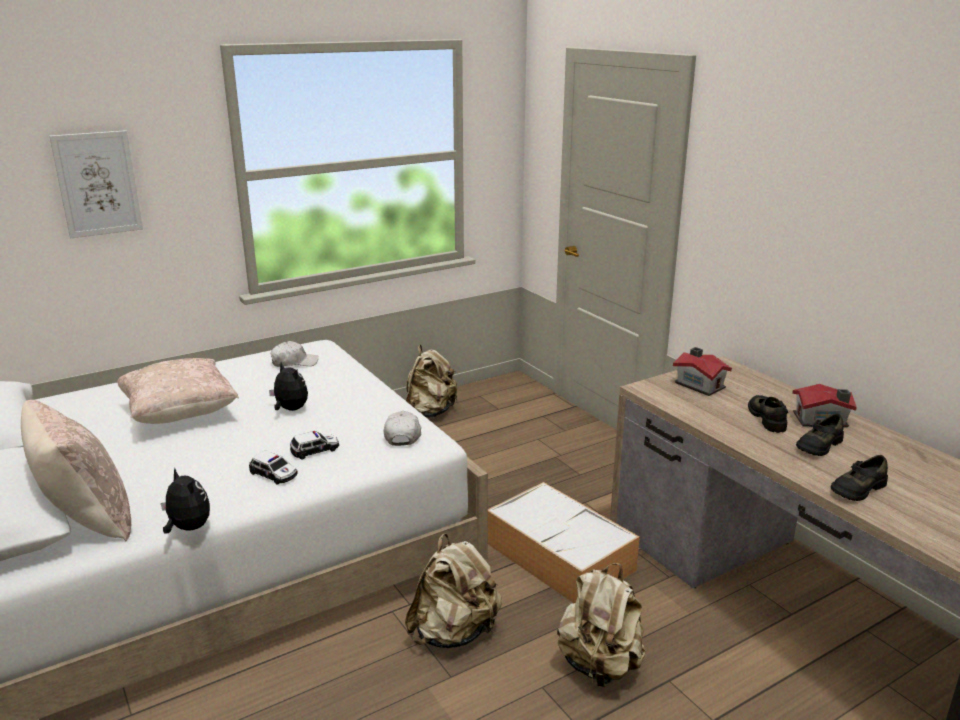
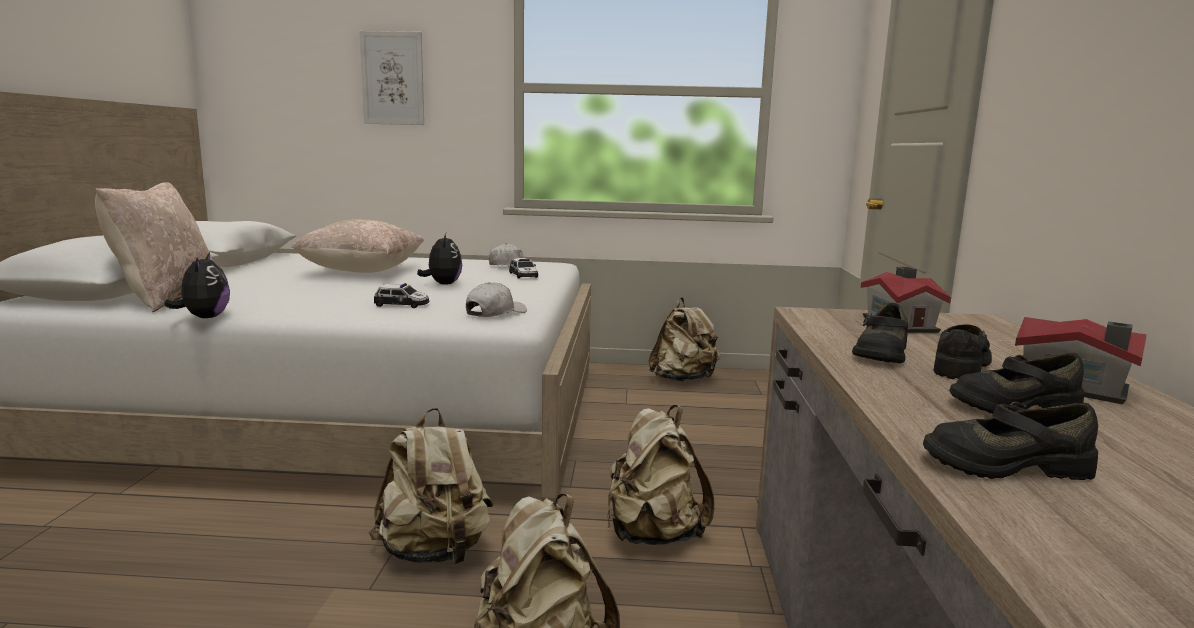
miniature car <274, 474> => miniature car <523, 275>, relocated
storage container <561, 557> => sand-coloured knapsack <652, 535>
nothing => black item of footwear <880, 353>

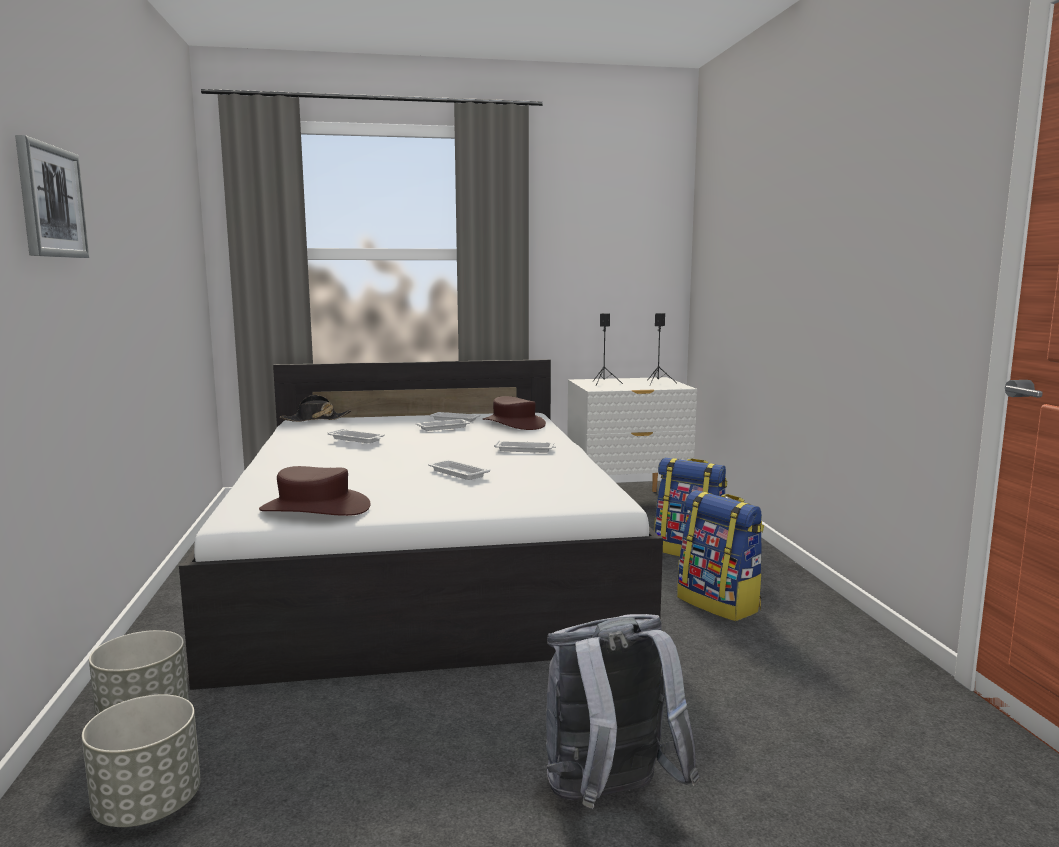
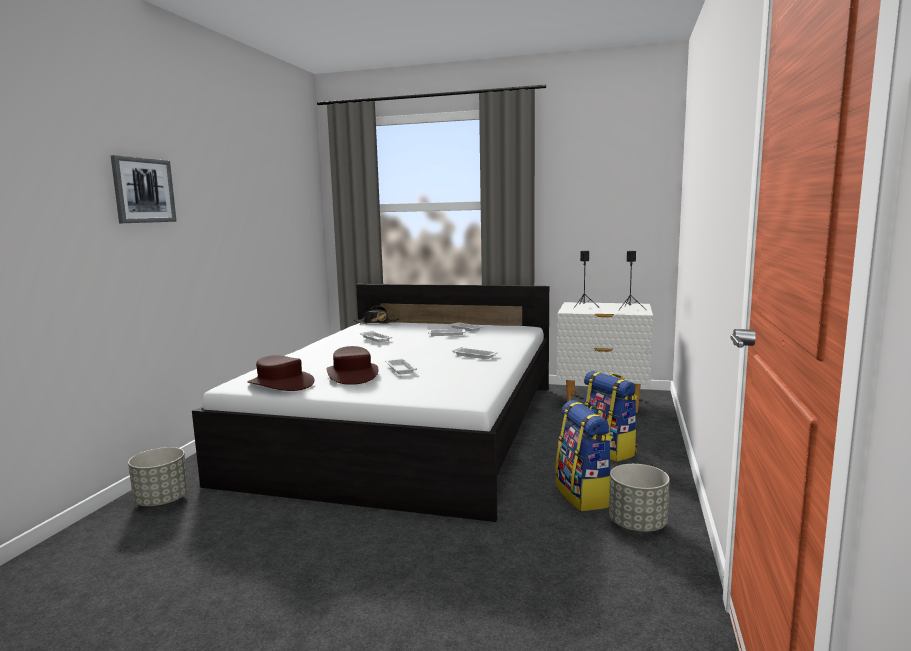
brownish hat <514, 424> => brownish hat <352, 375>, relocated
grey planter <149, 806> => grey planter <638, 525>, relocated
grey knapsack <609, 798> => nothing

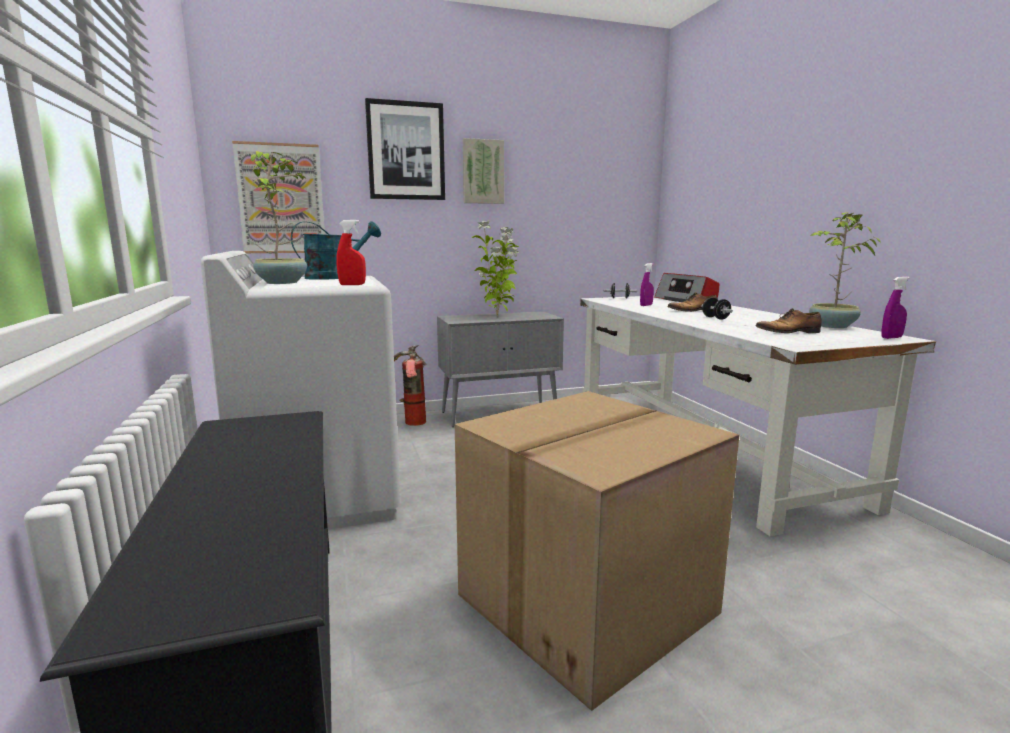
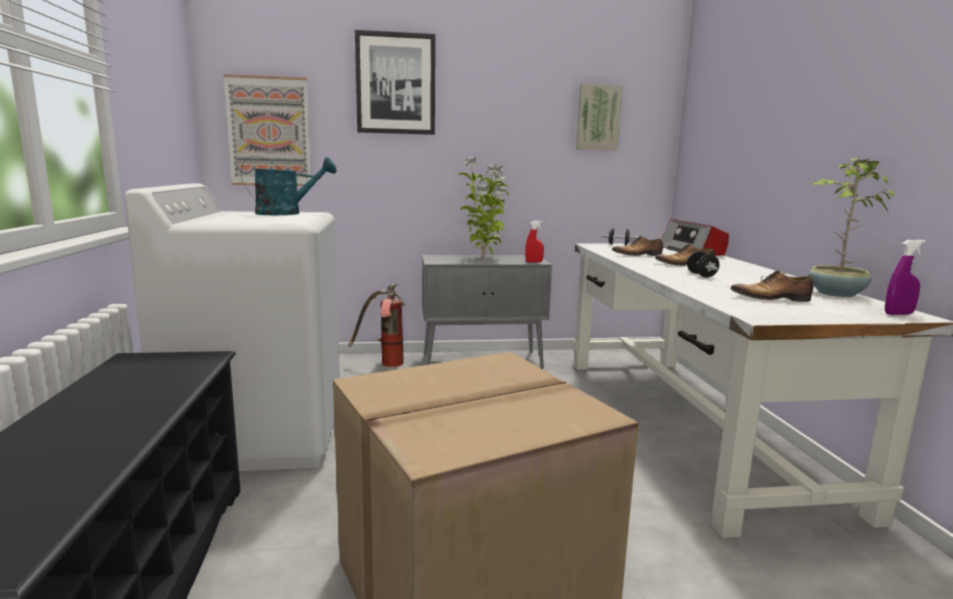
red sprayer <352, 285> => red sprayer <534, 262>, relocated
wall art <482, 172> => wall art <598, 118>, relocated
purple-coloured sprayer <646, 305> => item of footwear <638, 255>
potted plant <283, 282> => nothing

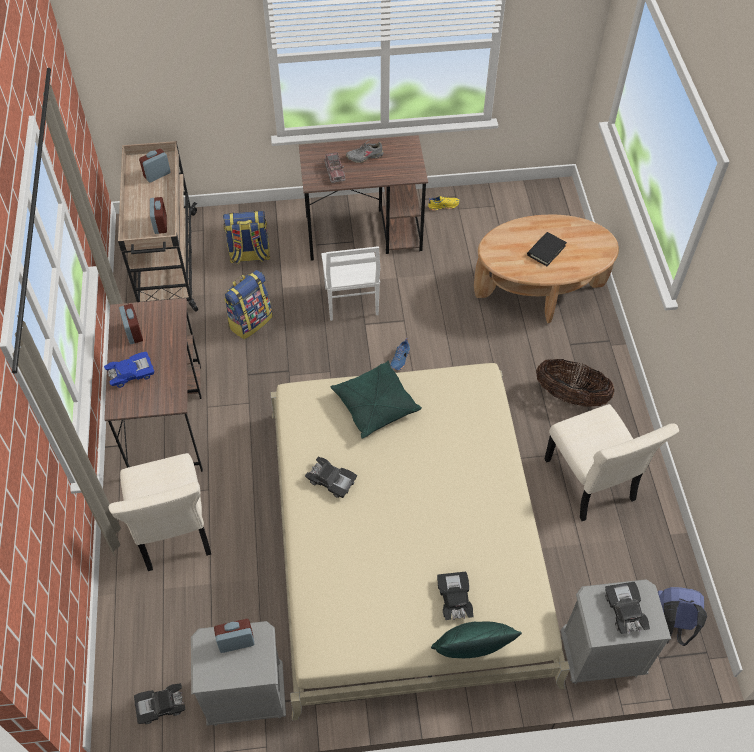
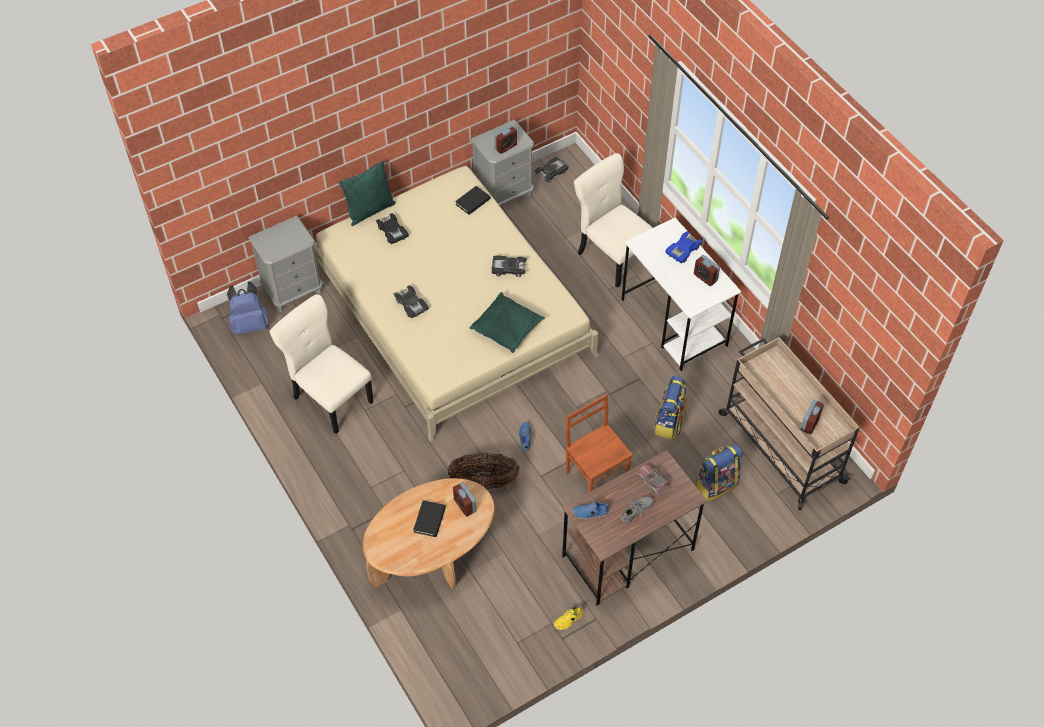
black miniature car <625, 611> => black miniature car <411, 305>, relocated
basket <570, 396> => basket <484, 482>, relocated
table clock <160, 224> => table clock <465, 505>, relocated
nothing => black bound book <472, 202>
white upright chair <350, 302> => brownish upright chair <596, 475>
nothing => blue item of footwear <590, 513>
brownish desk unit <167, 419> => white desk unit <674, 323>

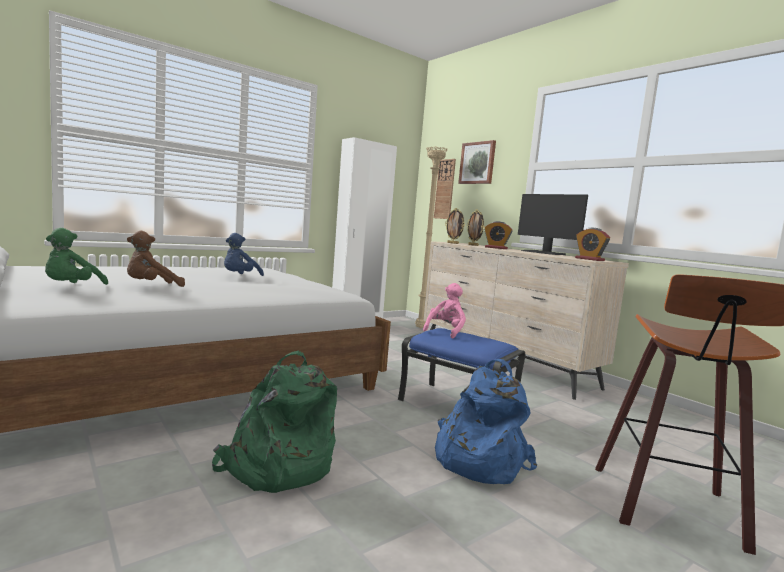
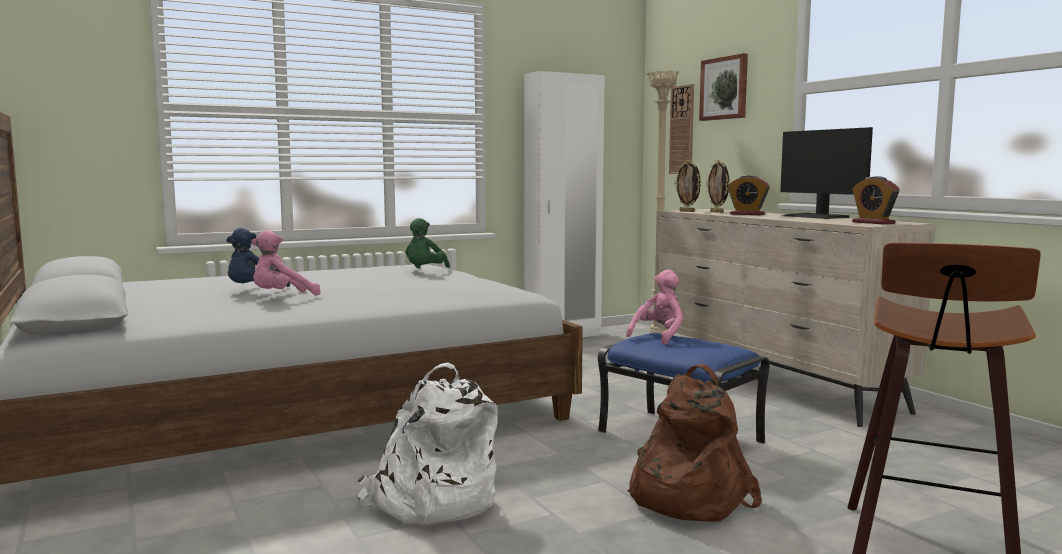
blue cuddly toy <239, 277> => blue cuddly toy <254, 291>, relocated
brownish cuddly toy <151, 287> => pinkish cuddly toy <282, 297>
greenish knapsack <277, 466> => white knapsack <432, 502>
greenish cuddly toy <71, 288> => greenish cuddly toy <424, 271>, relocated
blue knapsack <477, 460> => brownish knapsack <684, 497>

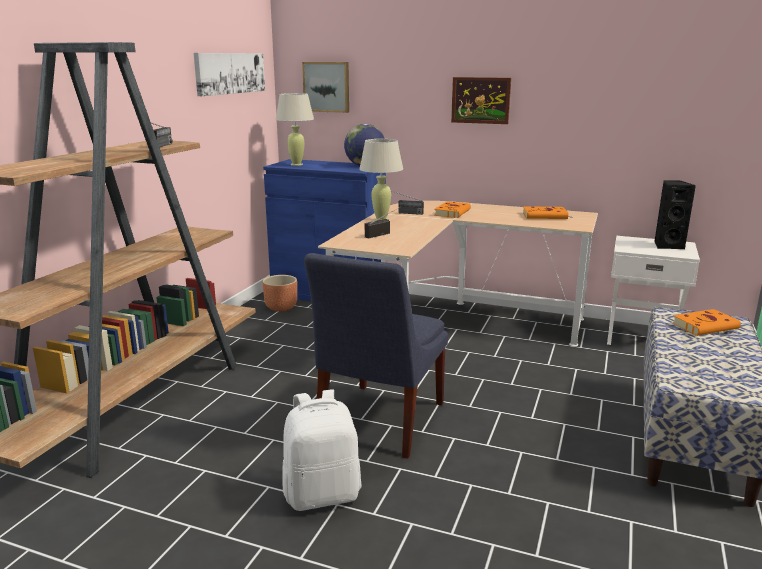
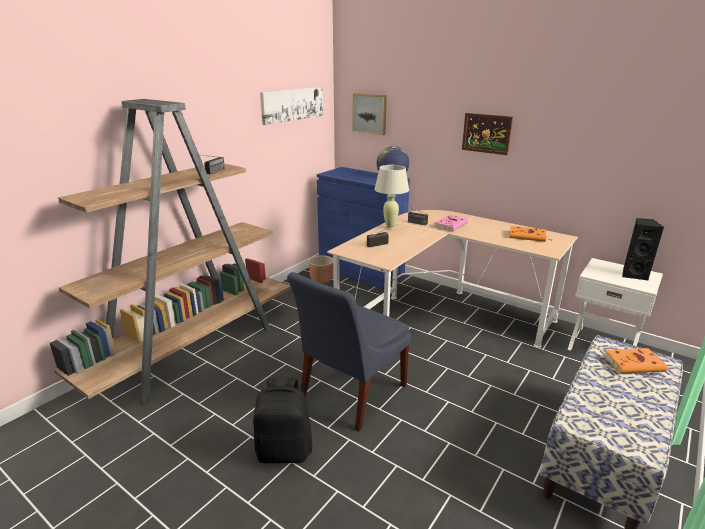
white knapsack <322, 494> => black knapsack <284, 451>
orange-coloured bound book <452, 212> => pinkish bound book <451, 225>
sand-coloured tabletop lamp <296, 164> => nothing

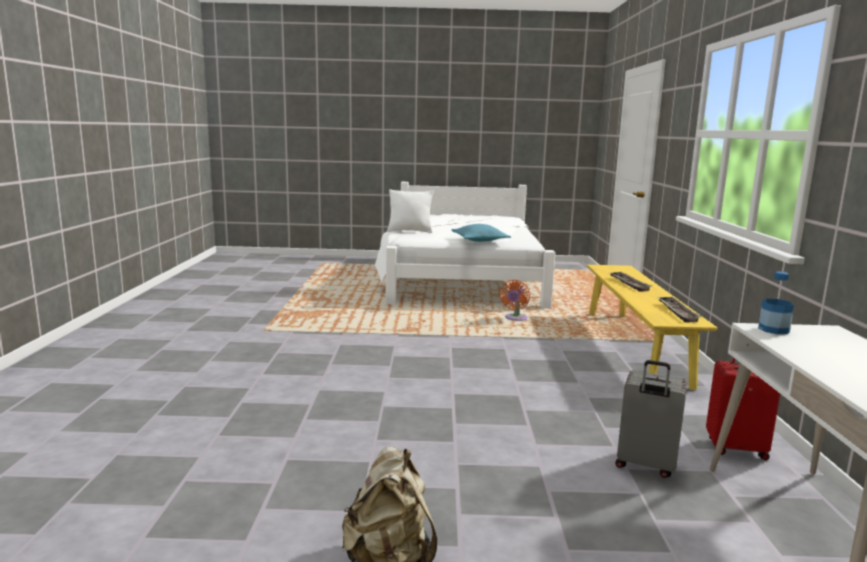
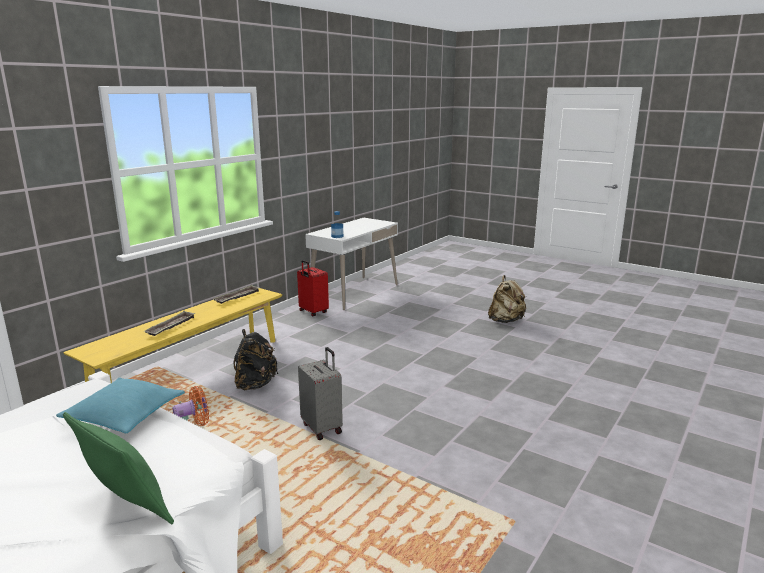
white pillow <410, 231> => greenish pillow <127, 509>
nothing => black knapsack <255, 384>
grey travel case <645, 466> => grey travel case <323, 428>, relocated

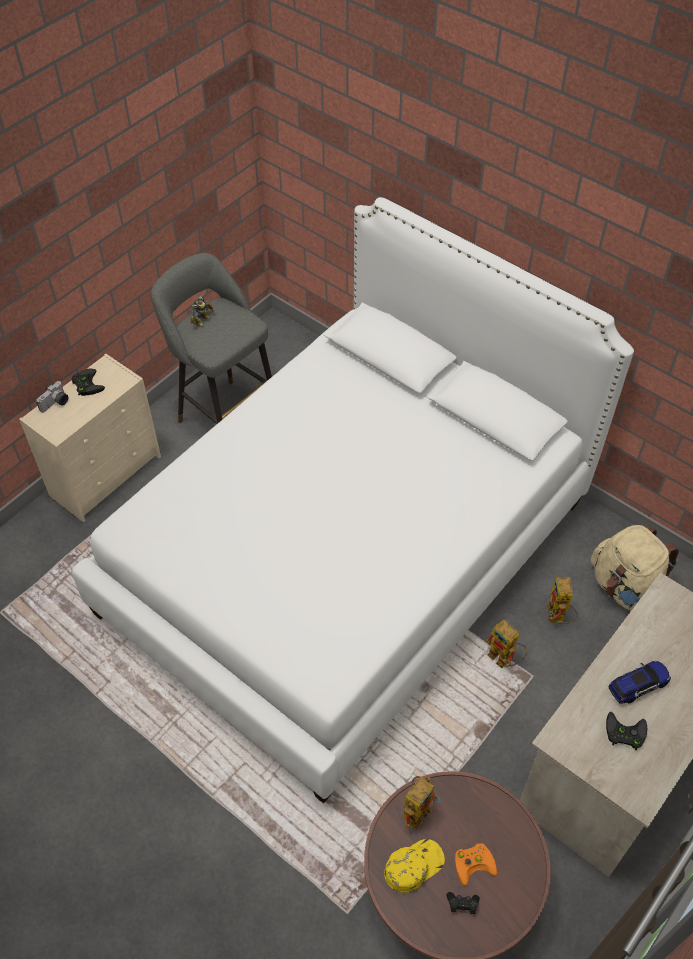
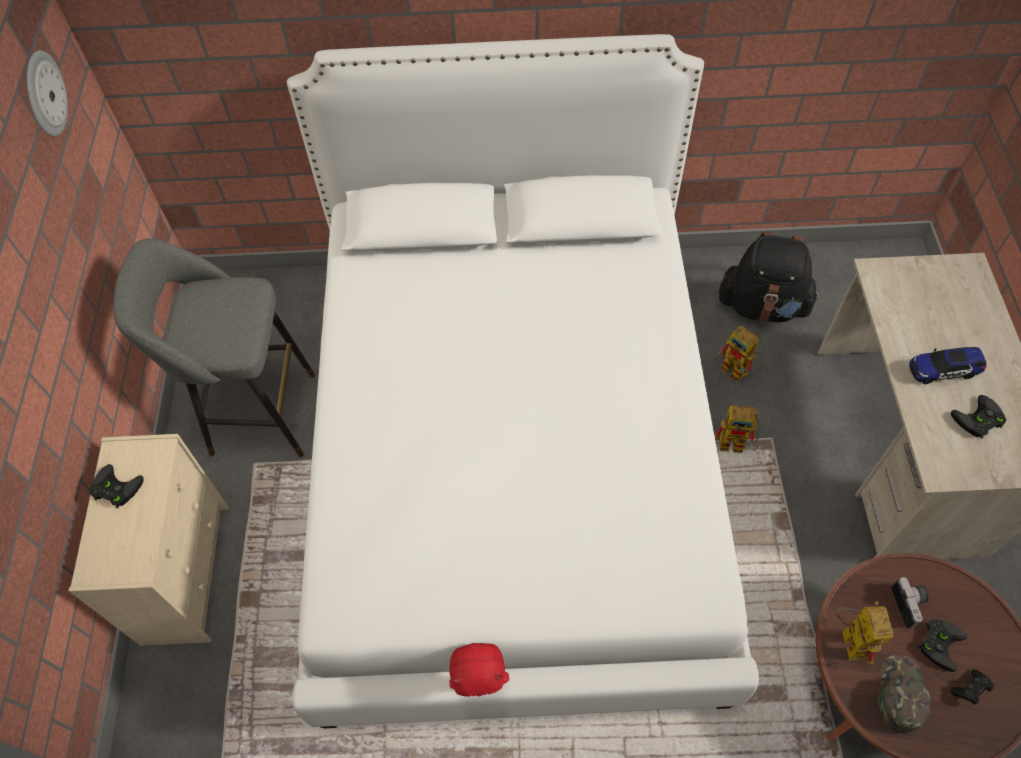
nothing => clock on the wall <44, 94>
nothing => red cuddly toy <480, 684>
sand-coloured knapsack <625, 588> => black knapsack <762, 305>
yellow-coloured cap <413, 865> => greenish cap <900, 694>
photo camera <56, 404> => photo camera <909, 605>, relocated
miniature car <638, 685> => miniature car <943, 370>, 120 degrees counterclockwise
orange-coloured joypad <474, 862> => black joypad <939, 642>
model robot <203, 321> => nothing

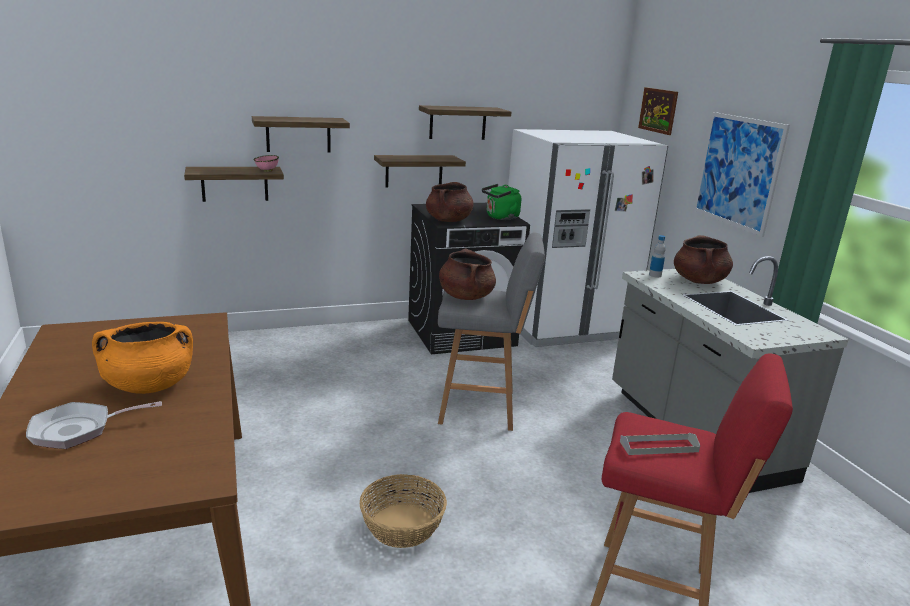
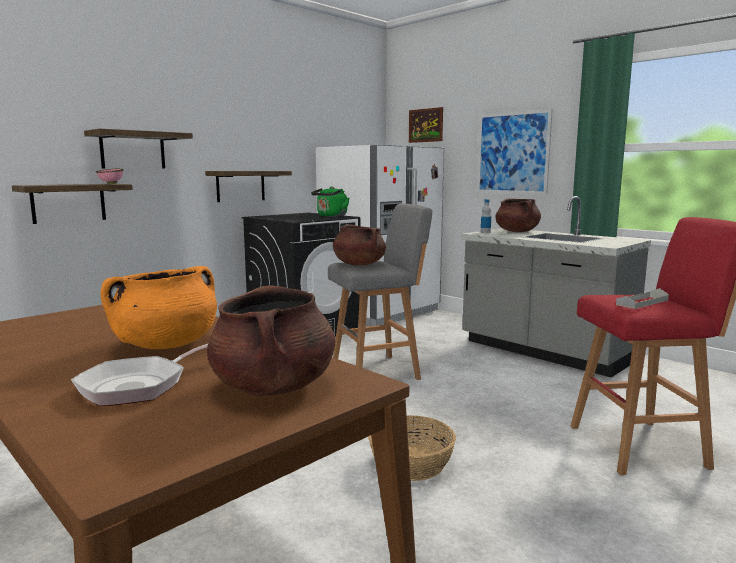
brownish stockpot <448, 220> => brownish stockpot <273, 387>, relocated
bracket shelf <458, 122> => nothing

